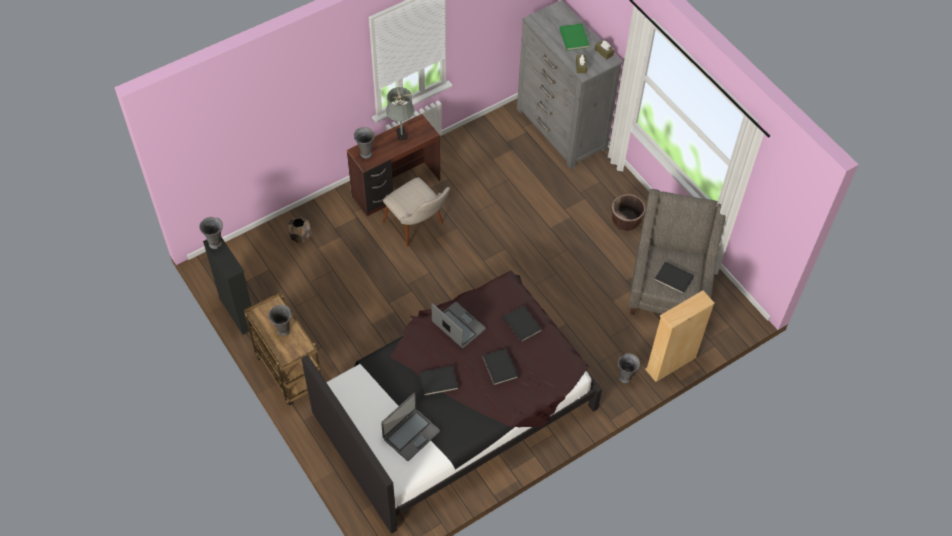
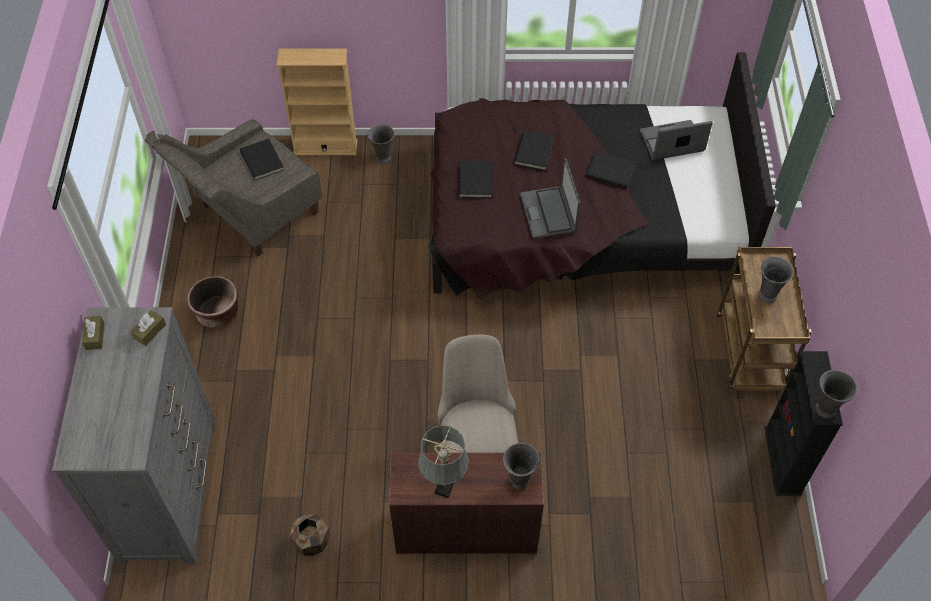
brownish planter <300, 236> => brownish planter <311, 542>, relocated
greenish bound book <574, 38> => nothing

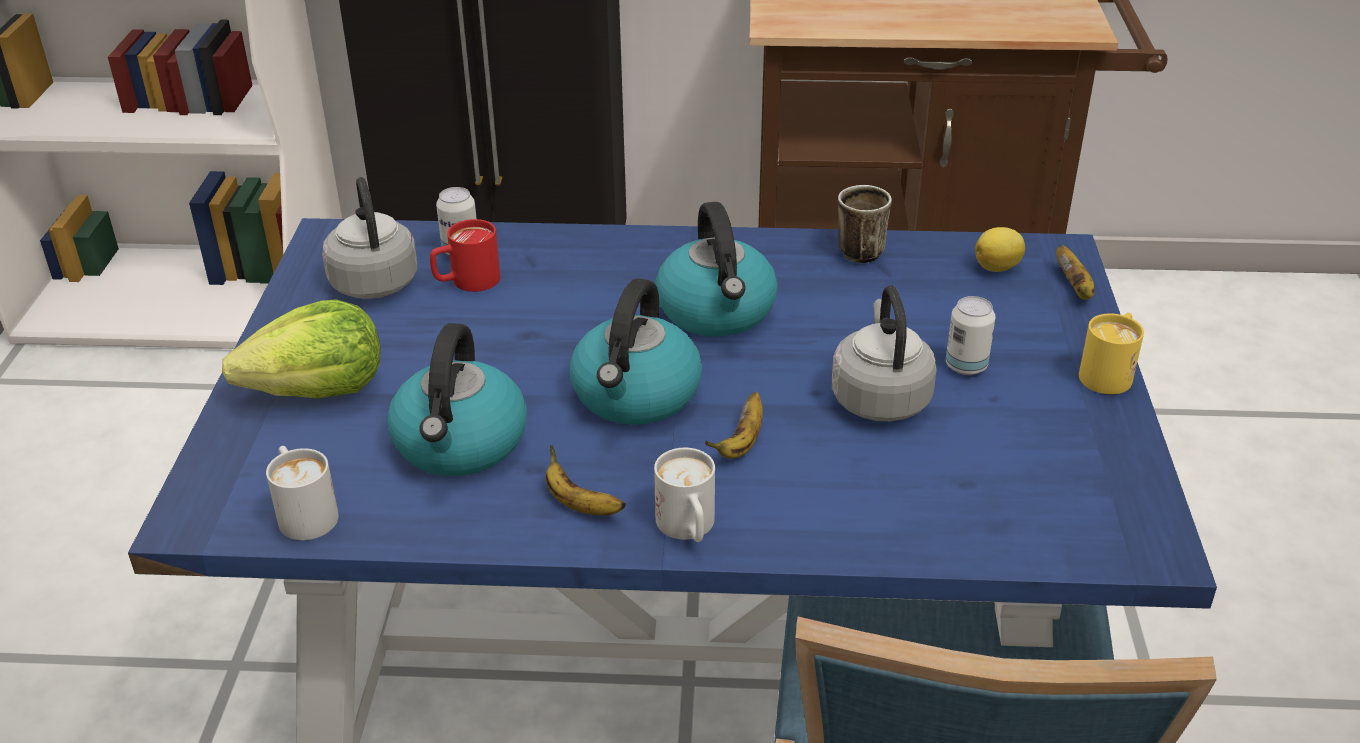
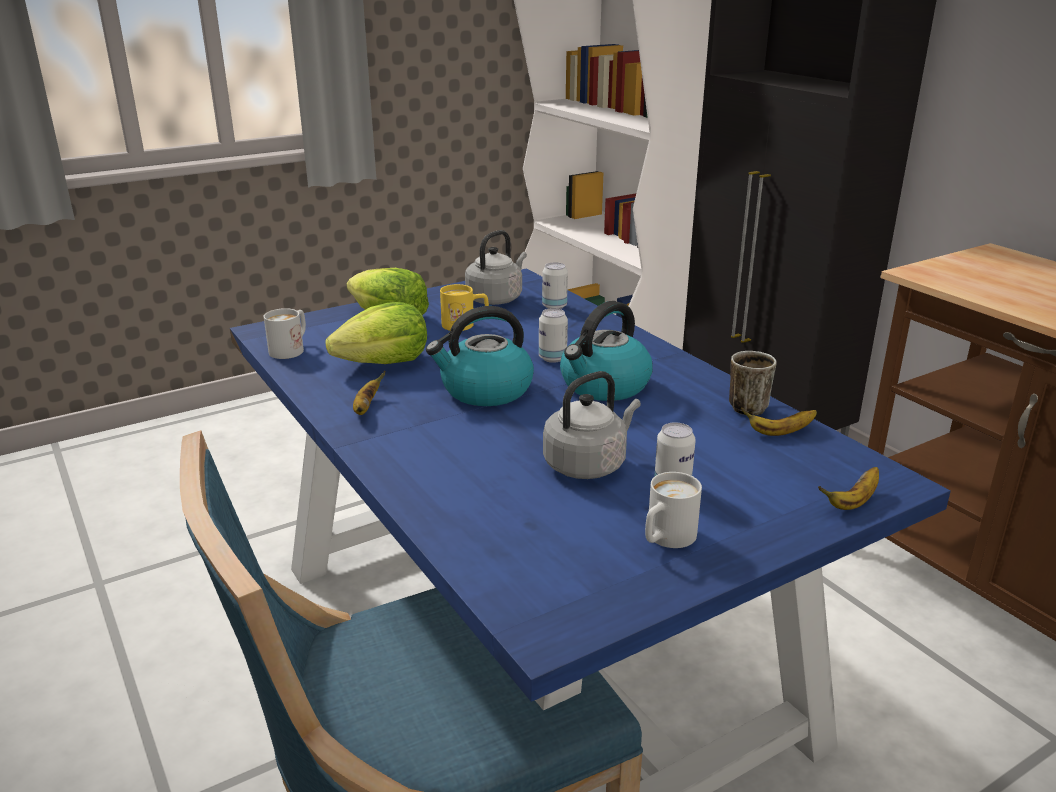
kettle <460, 444> => head of lettuce <384, 363>
yellow-coloured coffee mug <1109, 372> => yellow-coloured coffee mug <465, 325>, relocated
nothing => metal can <552, 358>
white coffee mug <688, 529> => white coffee mug <665, 539>, relocated
banana fruit <741, 443> => banana fruit <779, 433>, relocated
red coffee mug <466, 282> => nothing
lemon <998, 267> => nothing

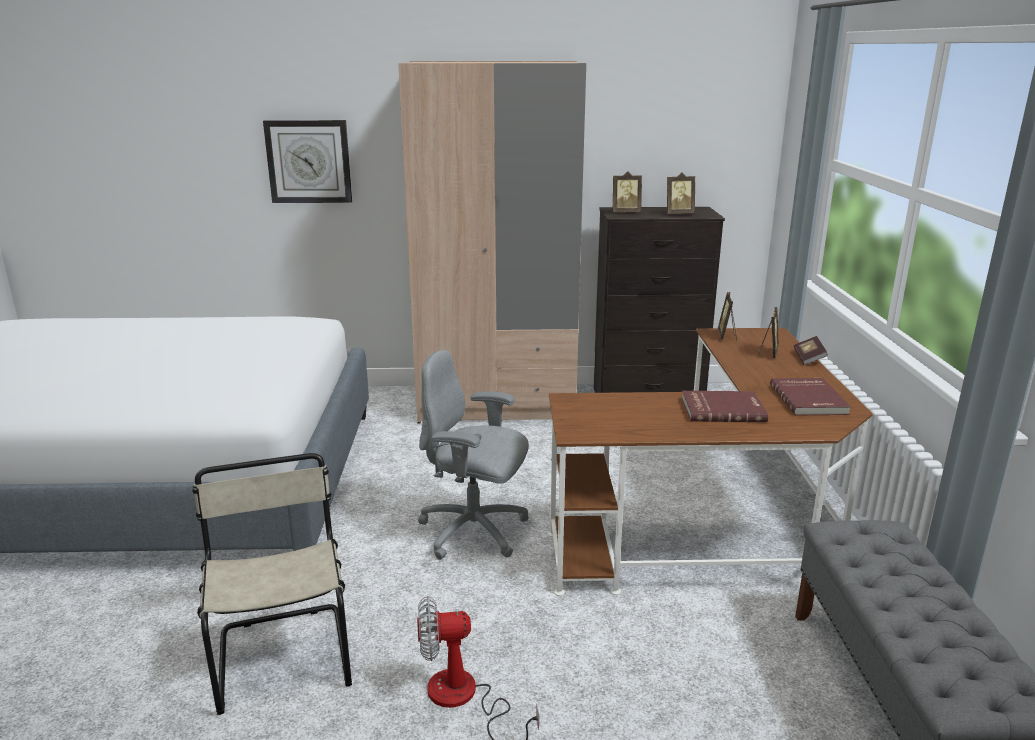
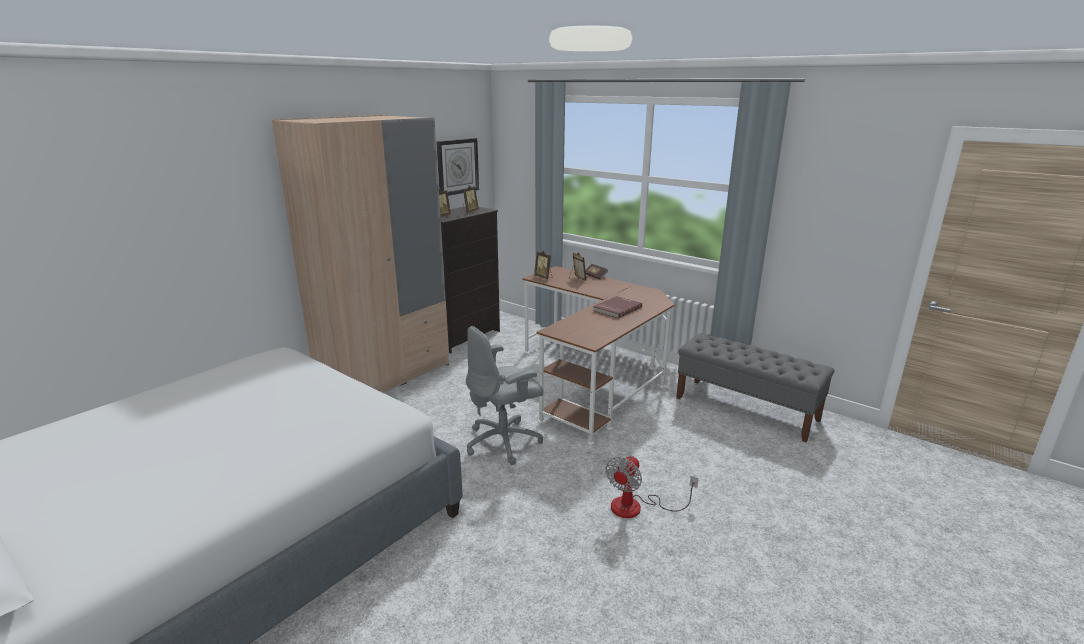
clock on the wall <309, 161> => clock on the wall <457, 166>, relocated
sand-coloured upright chair <283, 653> => nothing
red bound book <809, 399> => nothing

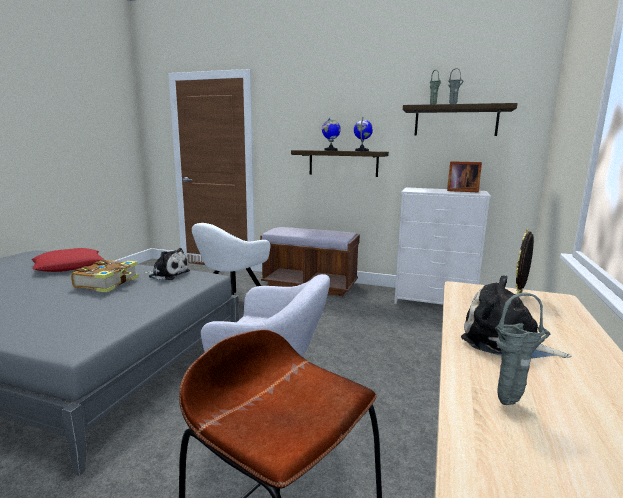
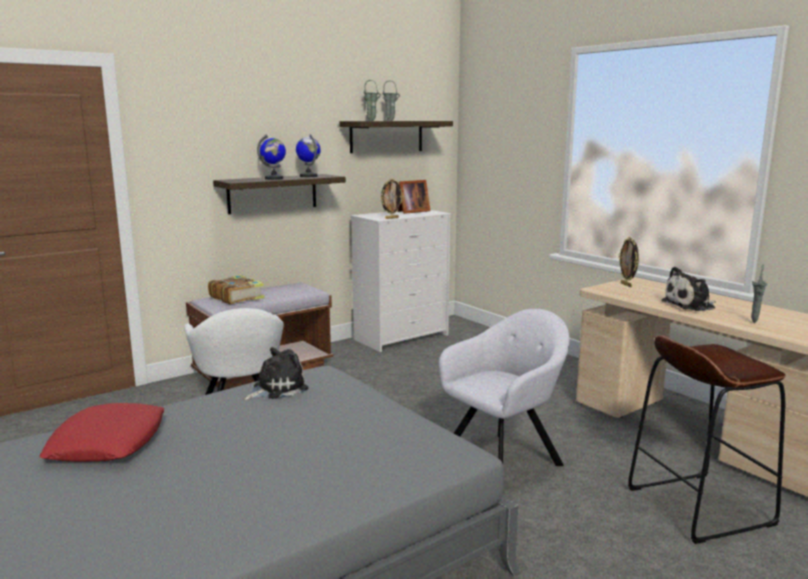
bound book <108, 283> => bound book <236, 297>, relocated
nothing => photo frame <391, 218>

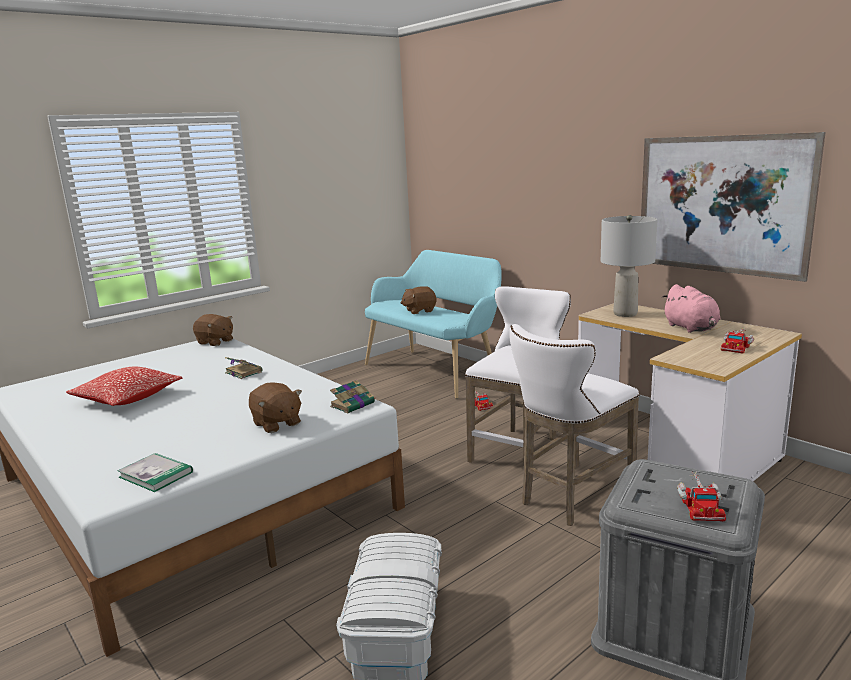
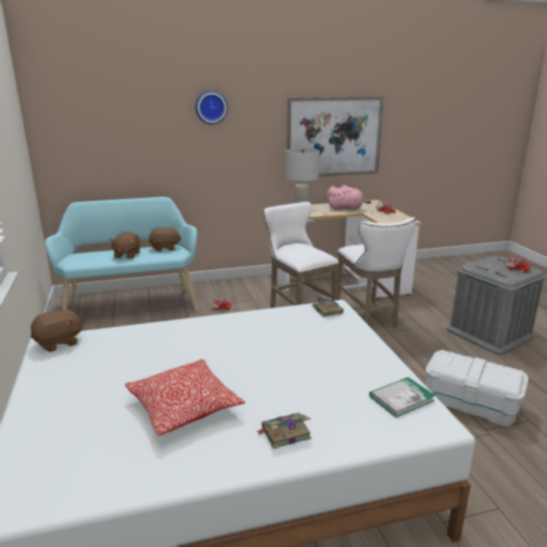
brownish cuddly toy <276, 424> => brownish cuddly toy <165, 248>, relocated
nothing => clock on the wall <211, 107>
bound book <243, 372> => bound book <284, 433>, relocated

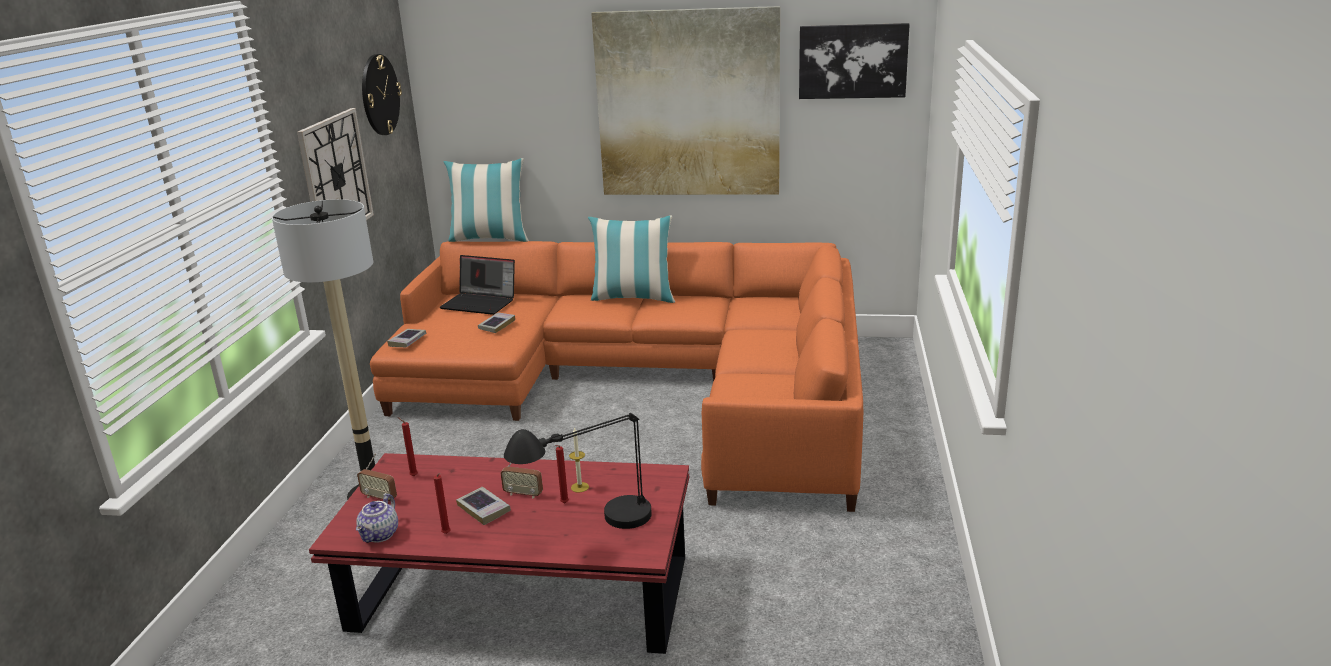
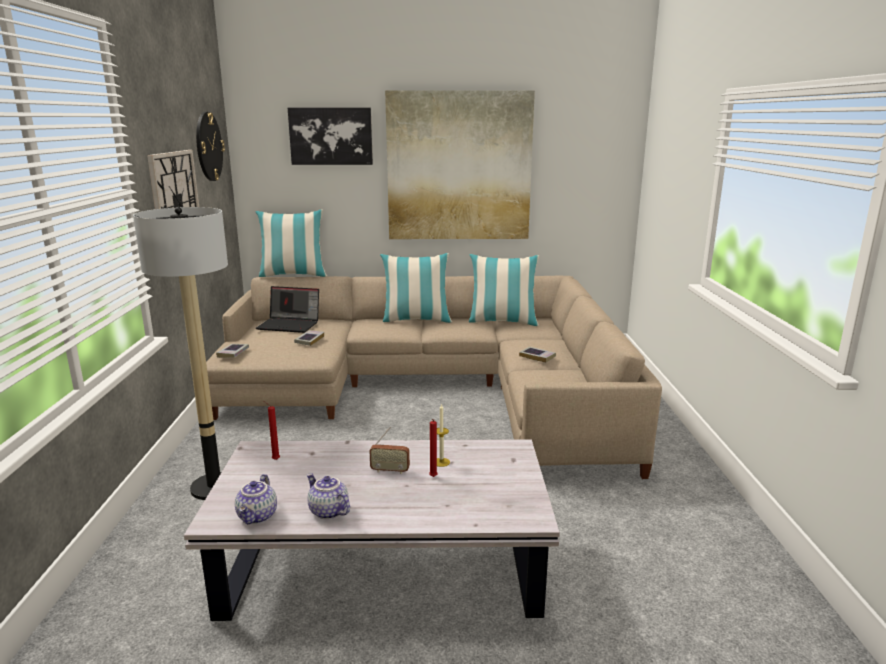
red coffee table <522, 596> => white coffee table <384, 571>
orange-coloured settee <648, 384> => sand-coloured settee <434, 388>
wall art <852, 61> => wall art <331, 136>, relocated
red wax light <447, 534> => pot for tea <327, 511>
nothing => pillow <502, 321>
bound book <483, 509> => bound book <537, 357>, relocated
radio <379, 497> => nothing
black tabletop lamp <590, 529> => nothing

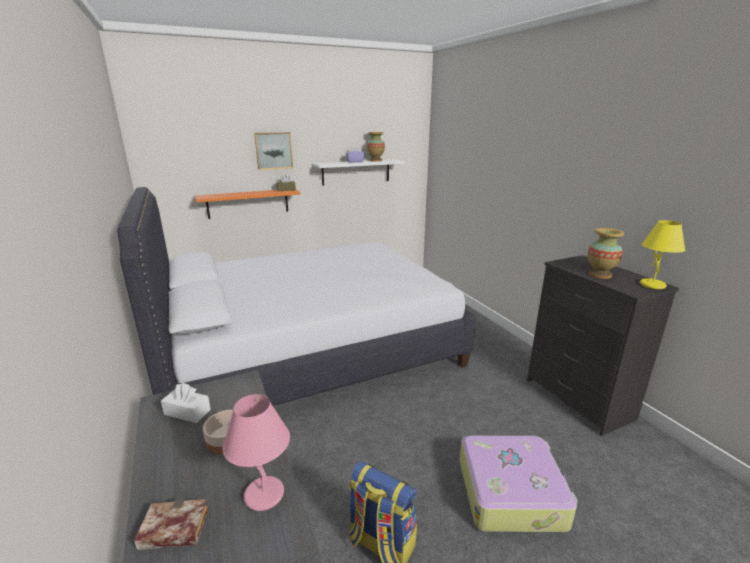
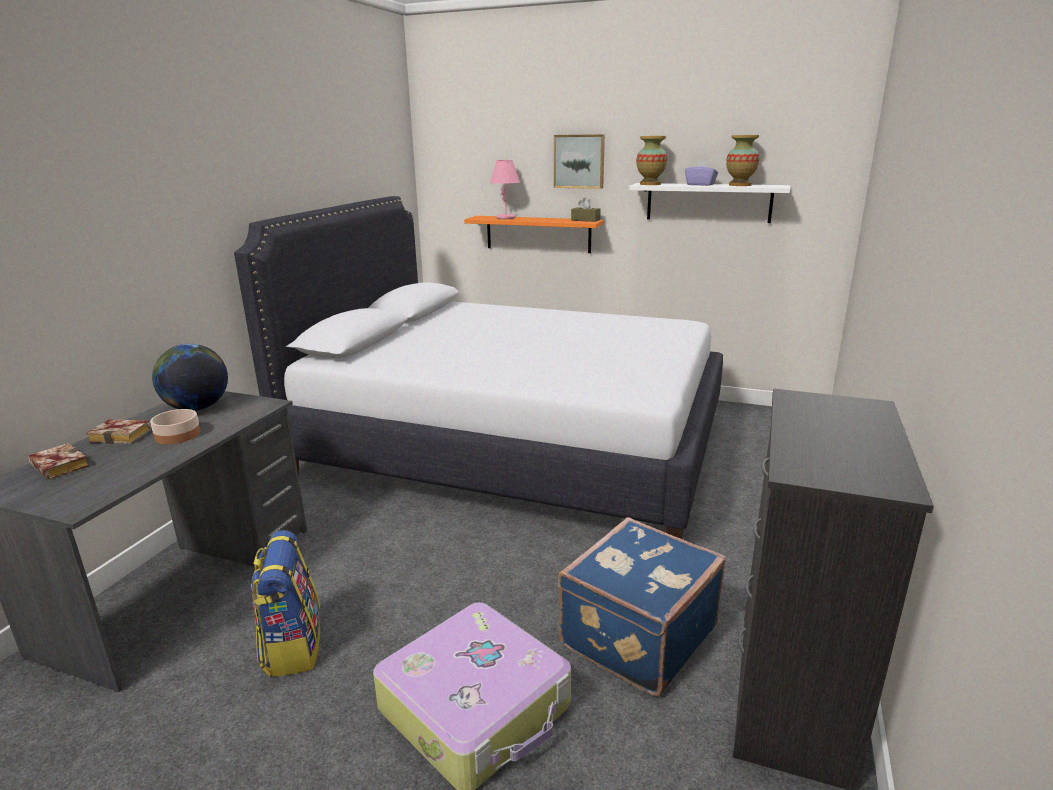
nothing => bound book <123, 436>
white tissue holder <187, 412> => desk globe <197, 408>
pinkish tabletop lamp <265, 495> => pinkish tabletop lamp <506, 218>, relocated
nothing => blue travel case <635, 635>
vase <599, 275> => vase <650, 184>, relocated
yellow-coloured tabletop lamp <653, 285> => nothing

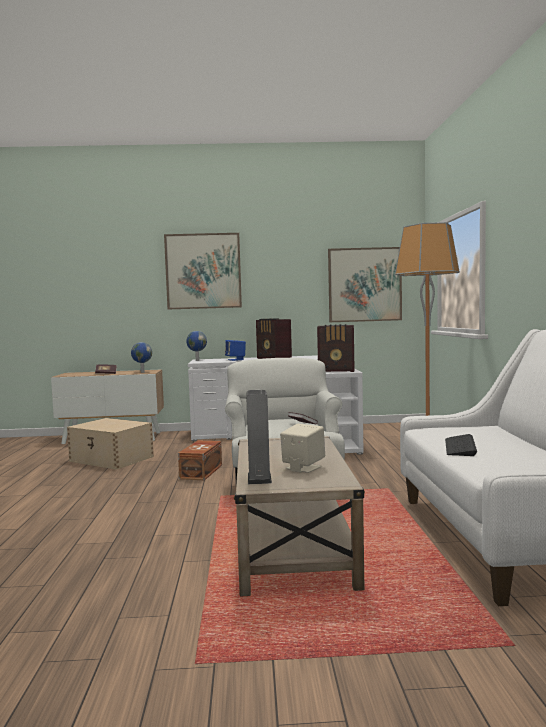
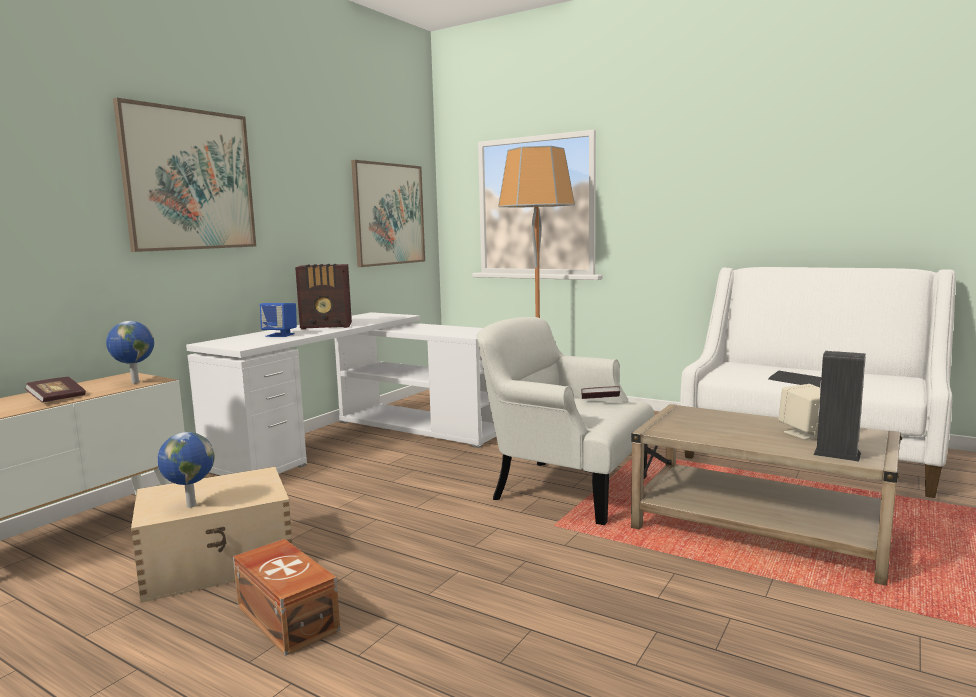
desk globe <197, 360> => desk globe <190, 506>, relocated
brownish storage container <202, 471> => brownish storage container <288, 616>, relocated
radio <337, 371> => nothing

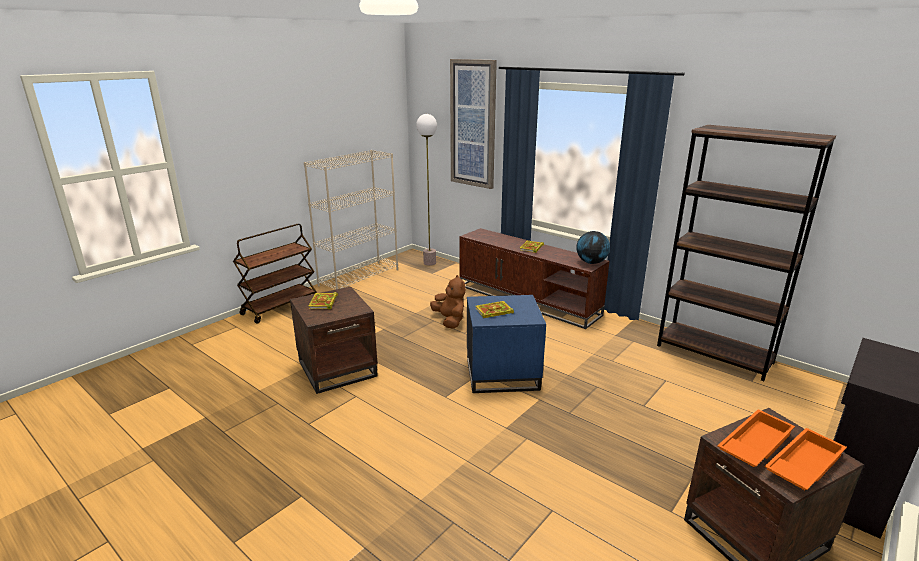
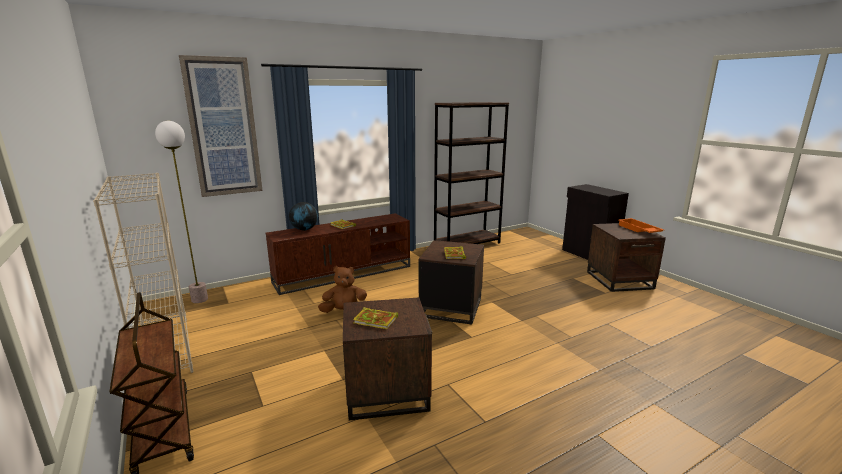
desk globe <591, 262> => desk globe <304, 229>, relocated
blue end table <502, 373> => brownish end table <450, 307>
orange-coloured serving tray <753, 444> => nothing

